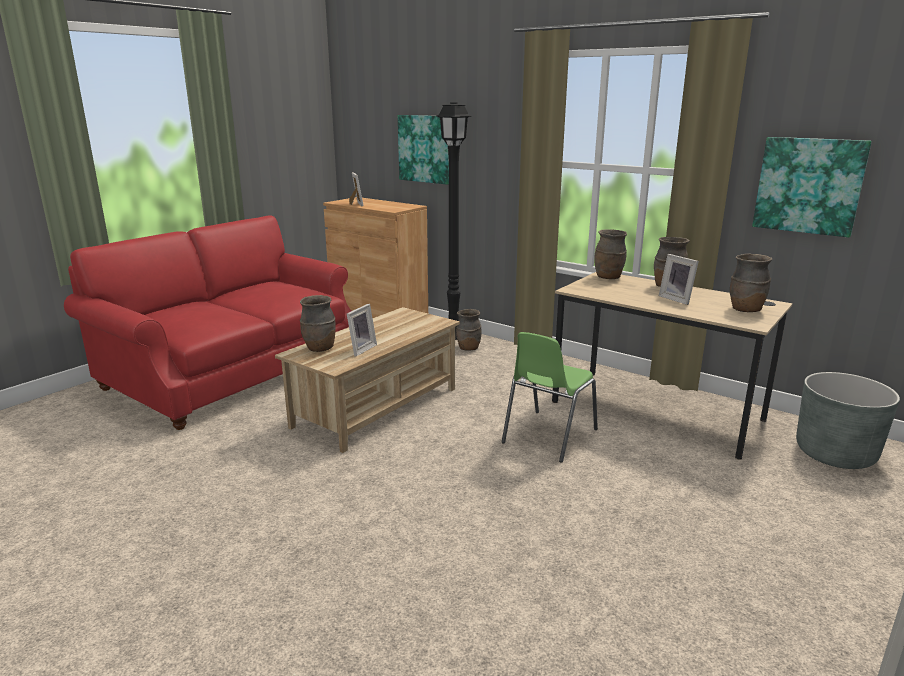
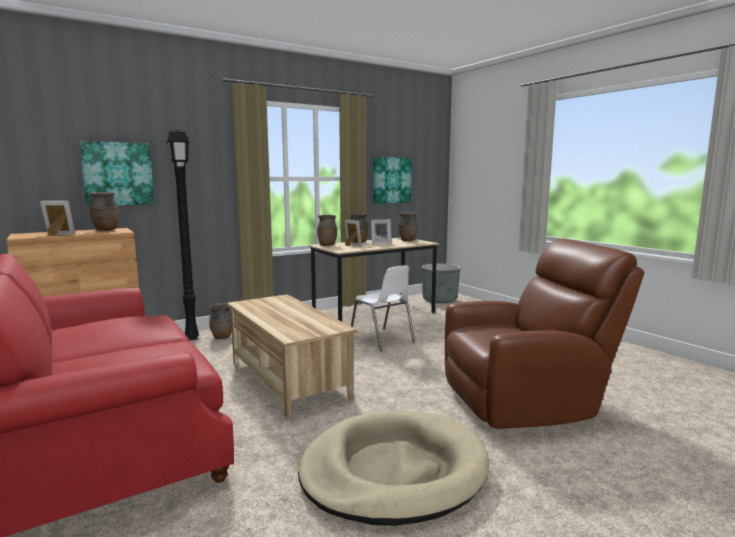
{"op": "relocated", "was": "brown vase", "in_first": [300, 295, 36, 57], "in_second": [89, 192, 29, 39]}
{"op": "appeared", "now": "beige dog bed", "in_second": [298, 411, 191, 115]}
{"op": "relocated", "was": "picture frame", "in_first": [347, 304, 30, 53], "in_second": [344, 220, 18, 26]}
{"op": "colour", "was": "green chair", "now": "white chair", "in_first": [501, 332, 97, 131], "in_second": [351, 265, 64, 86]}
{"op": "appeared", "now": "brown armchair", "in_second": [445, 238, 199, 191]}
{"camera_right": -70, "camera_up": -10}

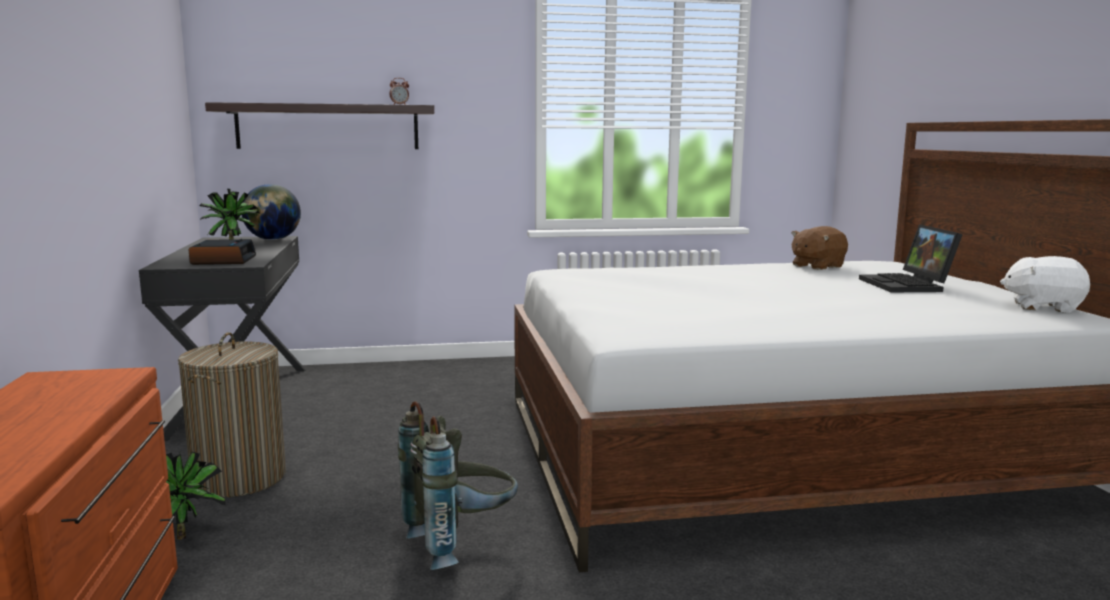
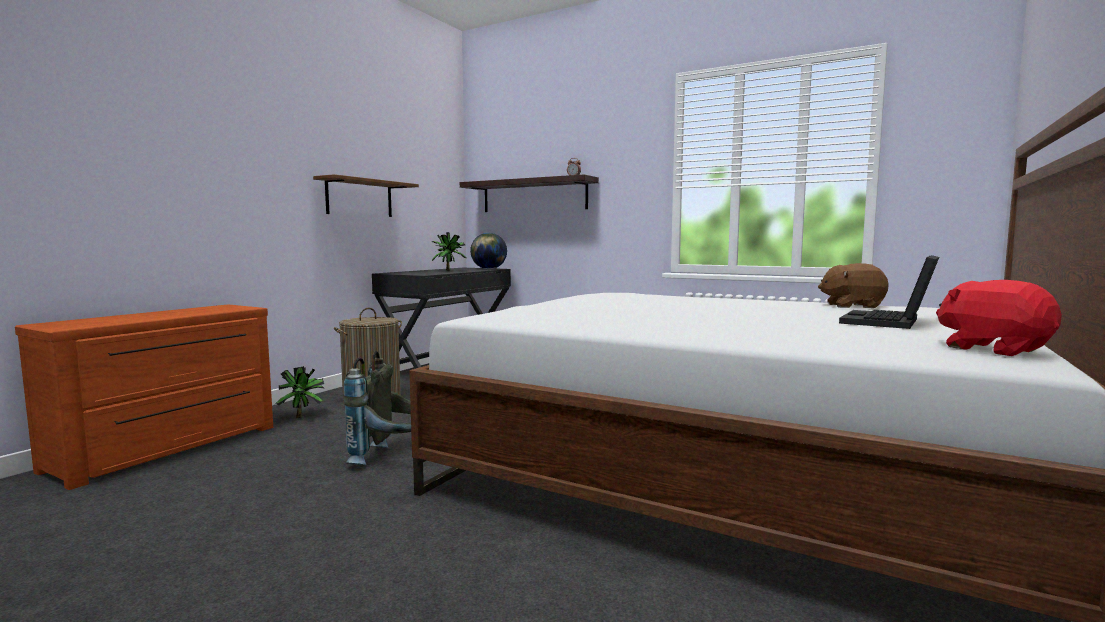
{"op": "appeared", "now": "brown shelf", "in_second": [313, 174, 106, 43]}
{"op": "colour", "was": "white plush toy", "now": "red plush toy", "in_first": [1000, 256, 90, 57], "in_second": [936, 280, 126, 76]}
{"op": "missing", "was": "alarm clock", "in_first": [188, 239, 68, 26]}
{"camera_right": 40, "camera_up": -5}

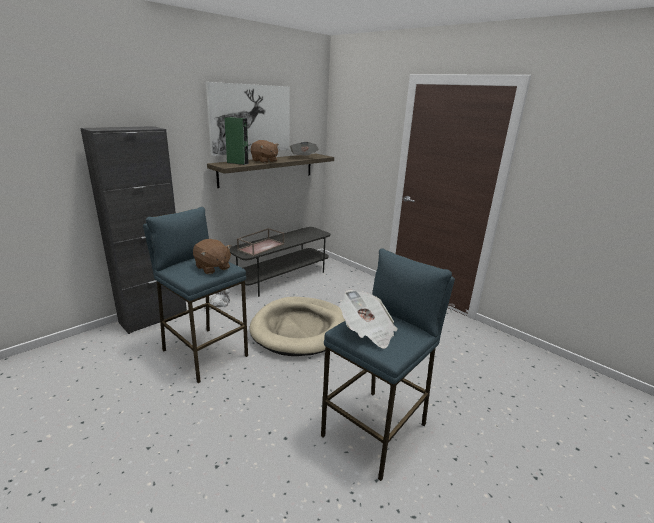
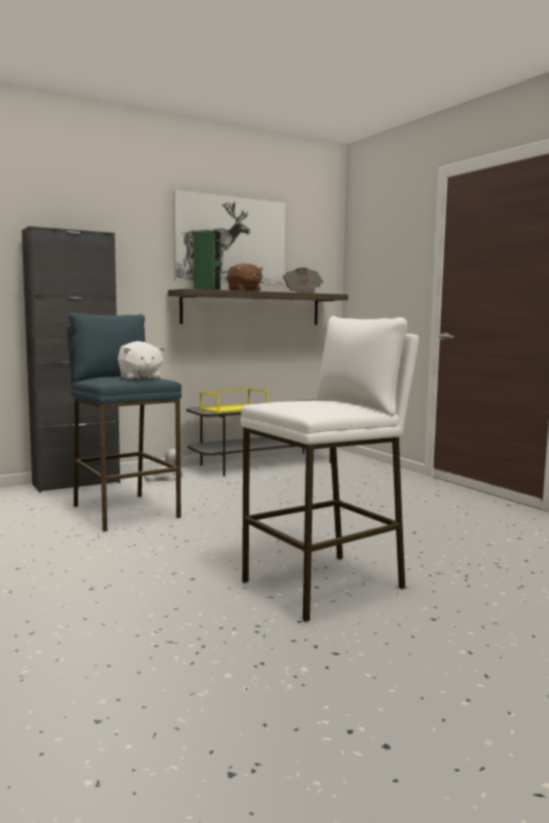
{"op": "colour", "was": "brown plush toy", "now": "white plush toy", "in_first": [193, 239, 39, 35], "in_second": [118, 341, 47, 39]}
{"op": "colour", "was": "brown tray", "now": "yellow tray", "in_first": [237, 228, 47, 28], "in_second": [200, 388, 68, 25]}
{"op": "colour", "was": "blue stool", "now": "white stool", "in_first": [321, 248, 134, 233], "in_second": [240, 316, 179, 306]}
{"op": "missing", "was": "beige dog bed", "in_first": [250, 297, 95, 59]}
{"op": "missing", "was": "newspaper", "in_first": [339, 290, 59, 59]}
{"camera_right": 15, "camera_up": -15}

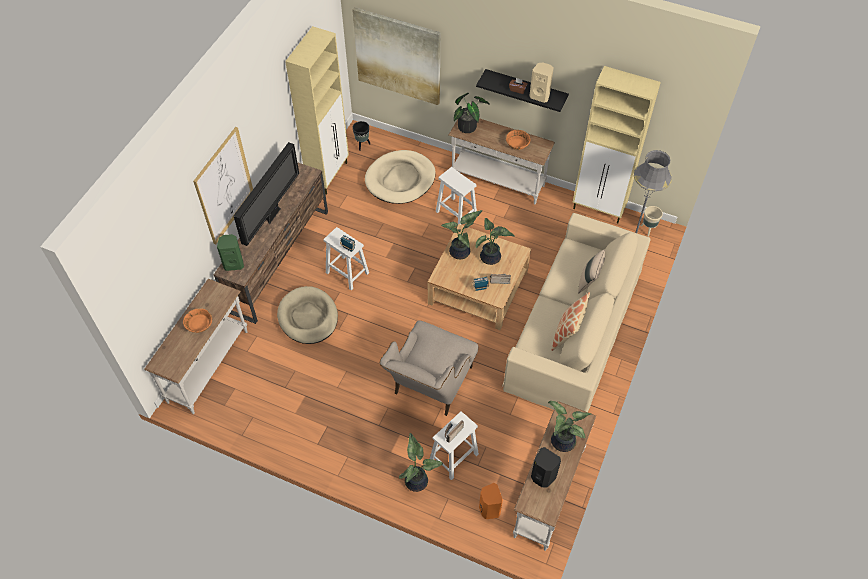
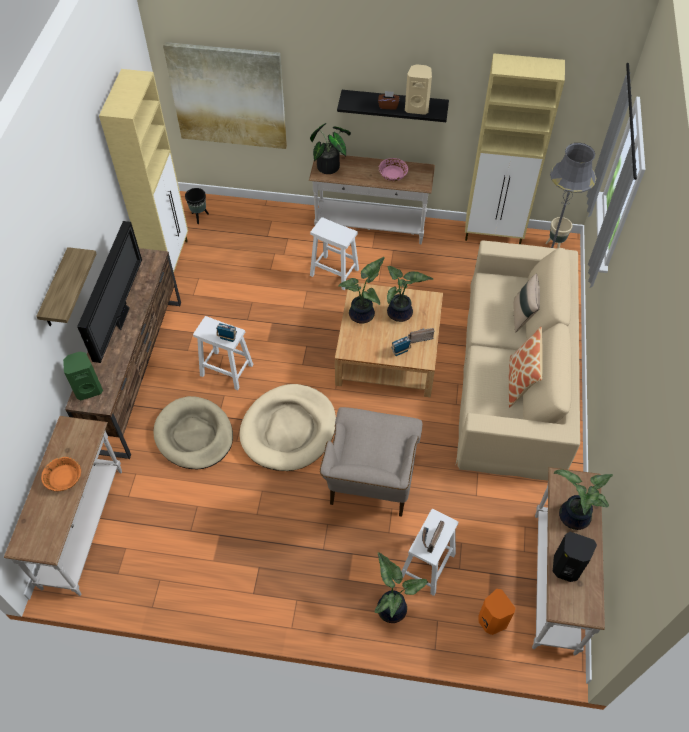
{"op": "exchanged", "was": "picture", "now": "shelf", "in_first": [193, 127, 60, 117], "in_second": [36, 247, 60, 79]}
{"op": "relocated", "was": "beige dog bed", "in_first": [365, 150, 71, 54], "in_second": [240, 384, 96, 87]}
{"op": "colour", "was": "orange bowl", "now": "pink bowl", "in_first": [506, 130, 24, 20], "in_second": [378, 158, 30, 23]}
{"camera_right": -15, "camera_up": 0}

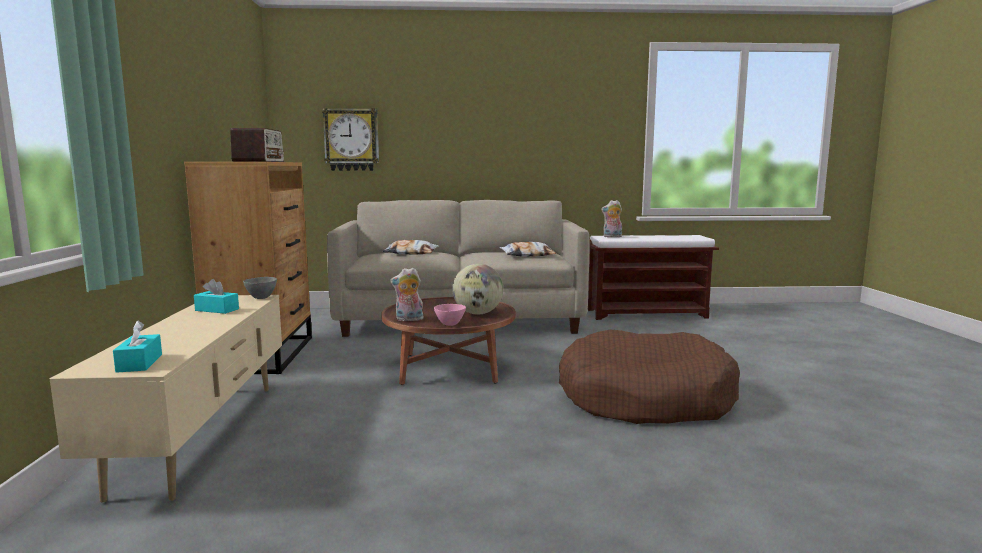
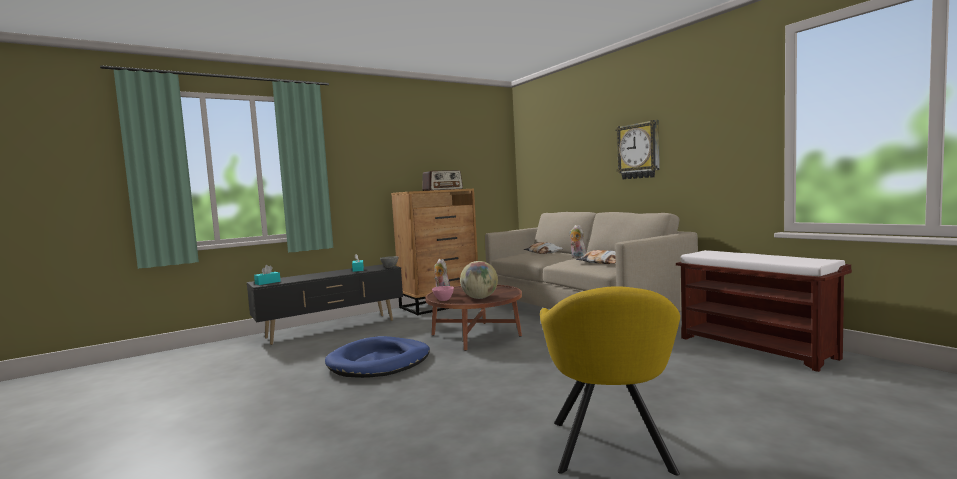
{"op": "colour", "was": "beige tv stand", "now": "black tv stand", "in_first": [50, 295, 232, 208], "in_second": [247, 264, 156, 81]}
{"op": "appeared", "now": "blue dog bed", "in_second": [325, 336, 105, 42]}
{"op": "appeared", "now": "yellow armchair", "in_second": [540, 286, 140, 190]}
{"op": "relocated", "was": "plush toy", "in_first": [601, 200, 21, 37], "in_second": [570, 225, 16, 34]}
{"op": "relocated", "was": "wall clock", "in_first": [322, 108, 57, 63], "in_second": [616, 120, 44, 59]}
{"op": "missing", "was": "brown dog bed", "in_first": [559, 330, 181, 94]}
{"camera_right": 60, "camera_up": -5}

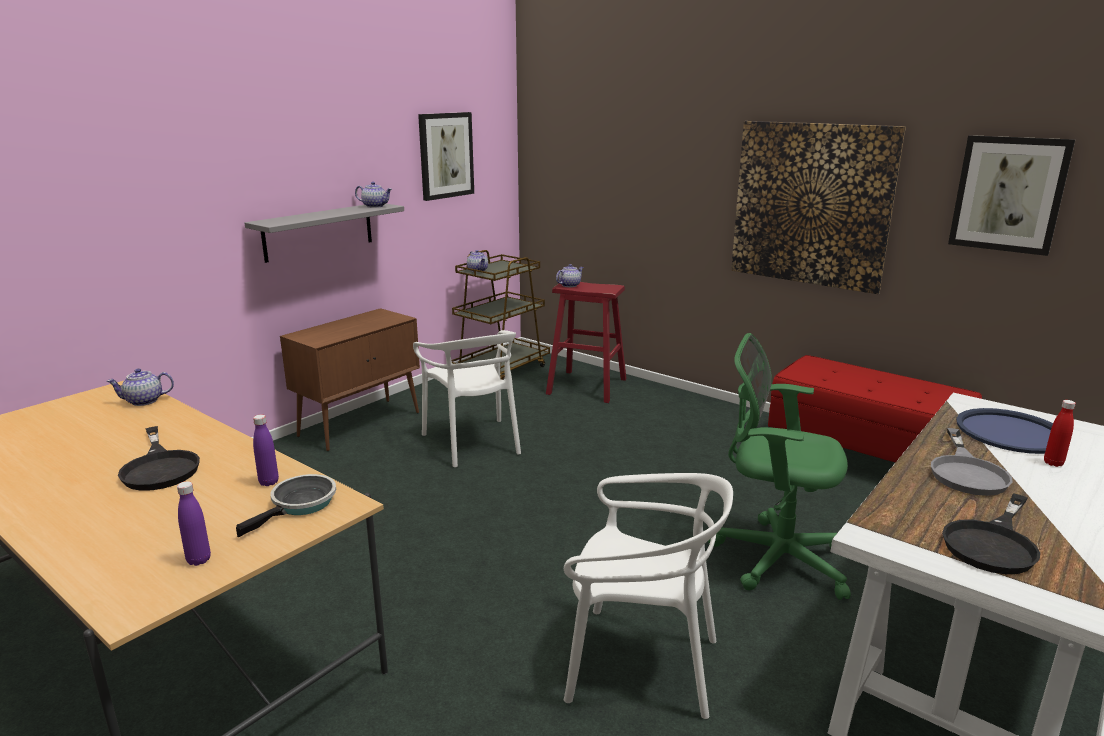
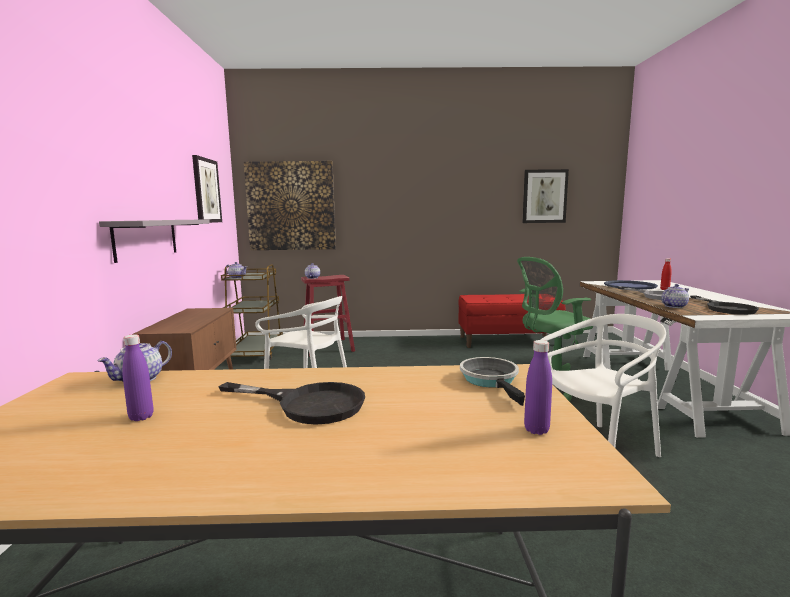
{"op": "relocated", "was": "purple bottle", "in_first": [253, 415, 26, 71], "in_second": [122, 334, 32, 87]}
{"op": "relocated", "was": "picture", "in_first": [731, 121, 175, 173], "in_second": [244, 161, 92, 89]}
{"op": "relocated", "was": "teapot", "in_first": [355, 182, 37, 26], "in_second": [661, 284, 28, 24]}
{"camera_right": -40, "camera_up": -10}

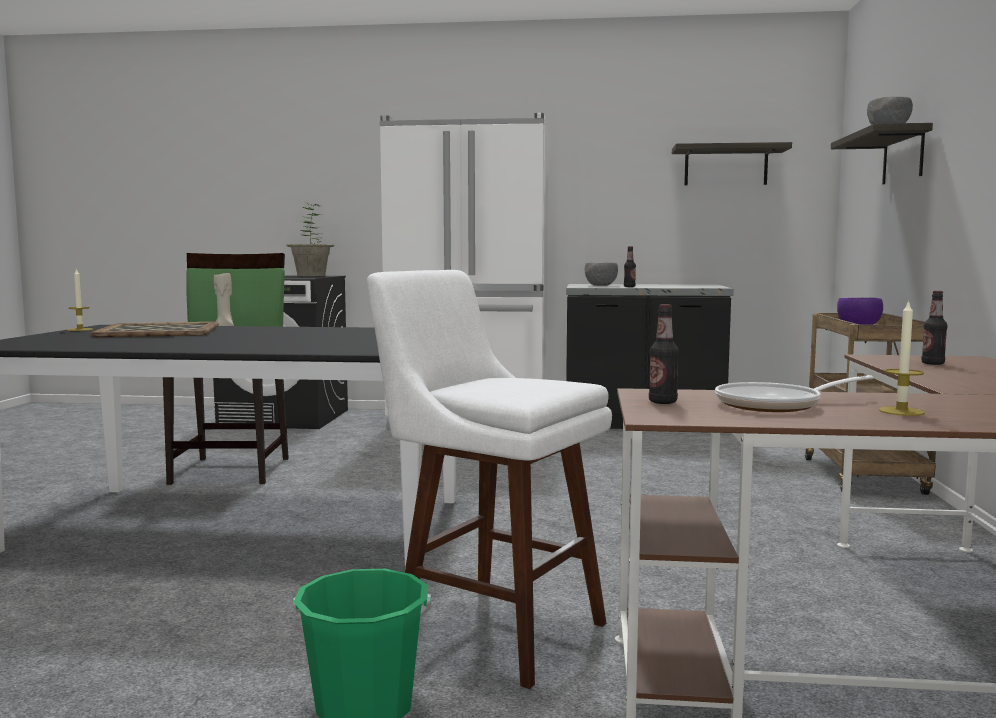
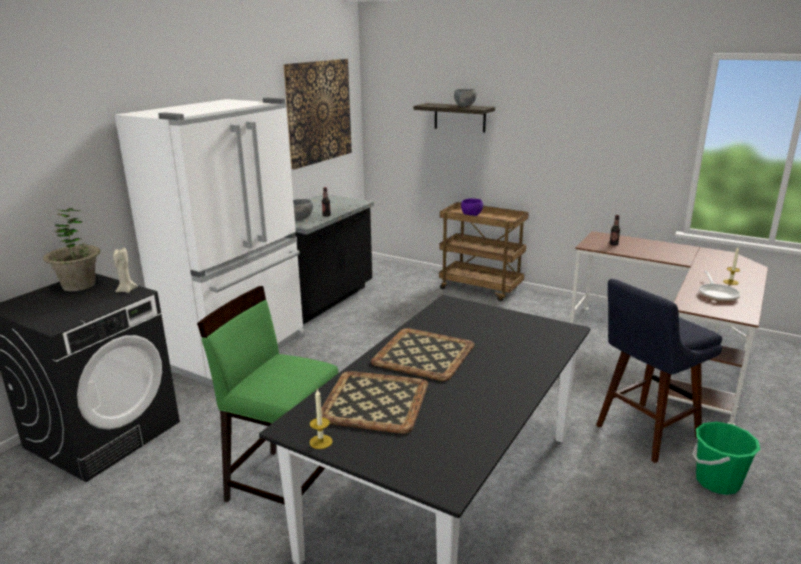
{"op": "relocated", "was": "beige candle", "in_first": [214, 273, 20, 53], "in_second": [113, 247, 25, 46]}
{"op": "exchanged", "was": "shelf", "now": "picture", "in_first": [672, 142, 120, 43], "in_second": [283, 59, 69, 111]}
{"op": "appeared", "now": "tray", "in_second": [371, 328, 104, 53]}
{"op": "colour", "was": "white stool", "now": "blue stool", "in_first": [367, 270, 245, 419], "in_second": [596, 279, 126, 184]}
{"op": "missing", "was": "bottle", "in_first": [649, 304, 30, 100]}
{"camera_right": -65, "camera_up": 15}

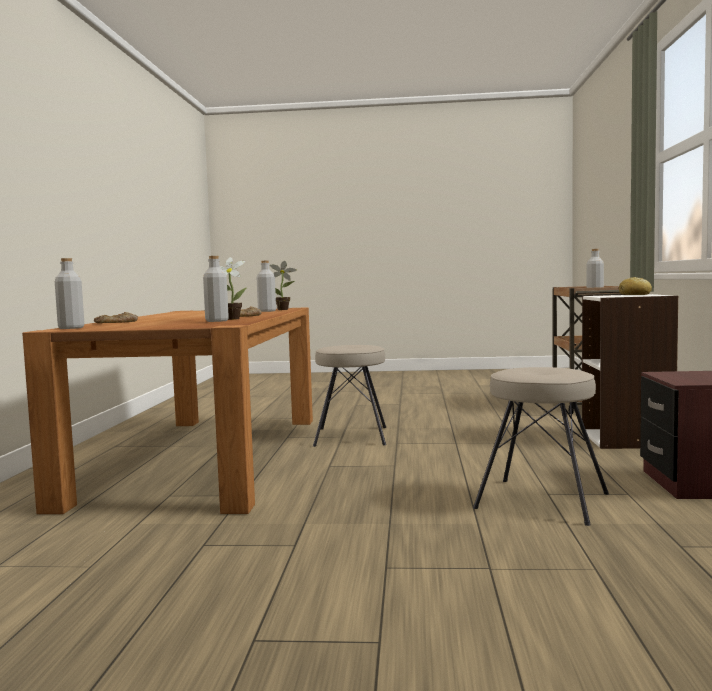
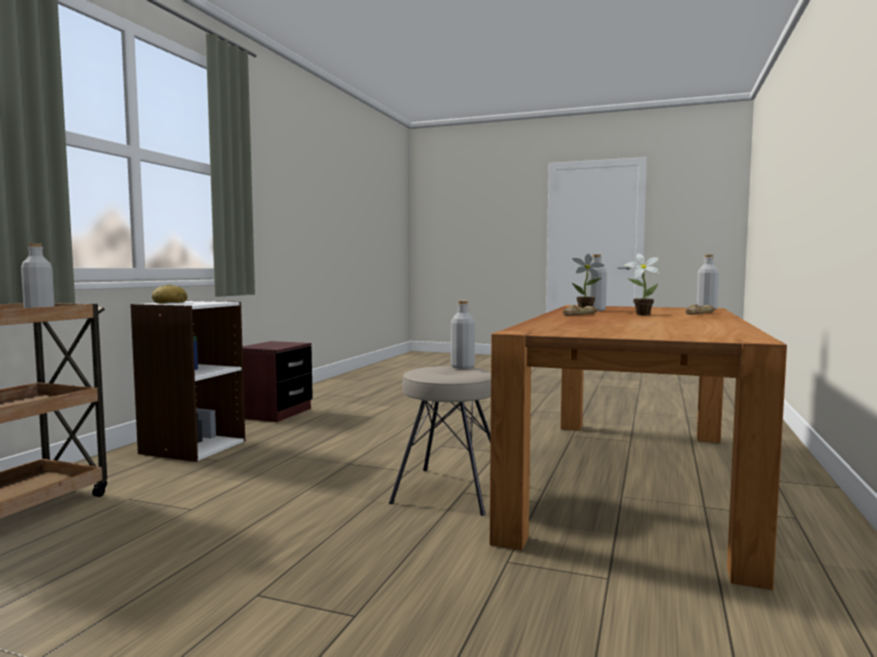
{"op": "relocated", "was": "grey bottle", "in_first": [257, 261, 19, 51], "in_second": [451, 301, 24, 68]}
{"op": "relocated", "was": "potted plant", "in_first": [270, 261, 27, 49], "in_second": [625, 253, 35, 62]}
{"op": "missing", "was": "beige stool", "in_first": [473, 367, 136, 159]}
{"camera_right": -165, "camera_up": 0}

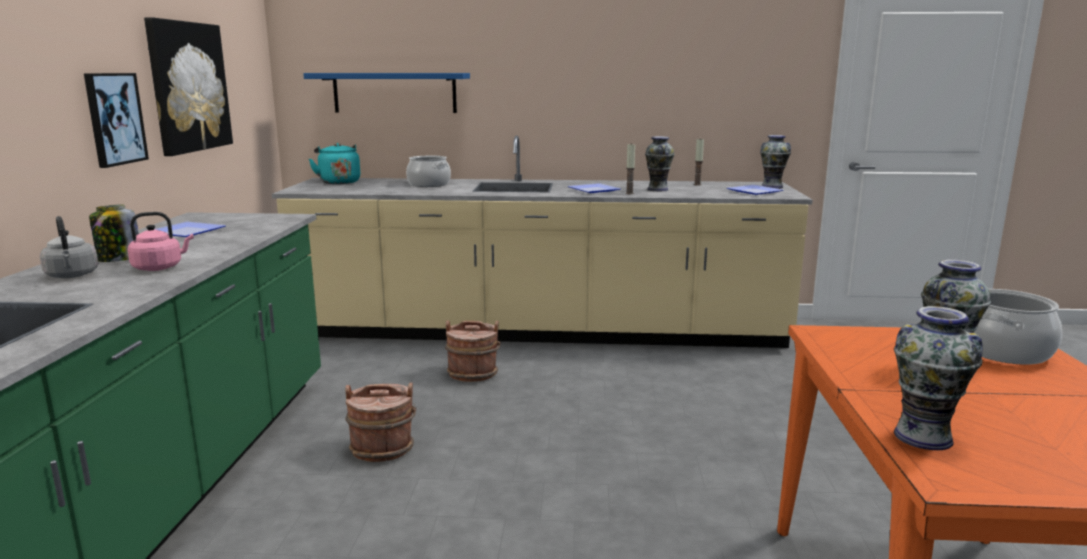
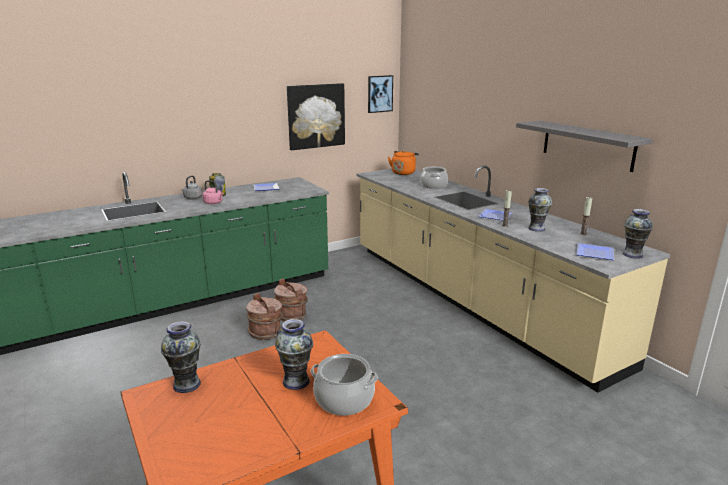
{"op": "relocated", "was": "brown bucket", "in_first": [445, 321, 56, 61], "in_second": [246, 293, 37, 47]}
{"op": "relocated", "was": "picture", "in_first": [84, 73, 65, 95], "in_second": [368, 75, 25, 38]}
{"op": "colour", "was": "turquoise kettle", "now": "orange kettle", "in_first": [309, 143, 51, 41], "in_second": [388, 150, 31, 25]}
{"op": "appeared", "now": "grey shelf", "in_second": [516, 121, 136, 51]}
{"op": "missing", "was": "blue shelf", "in_first": [303, 73, 167, 40]}
{"camera_right": 55, "camera_up": 5}

